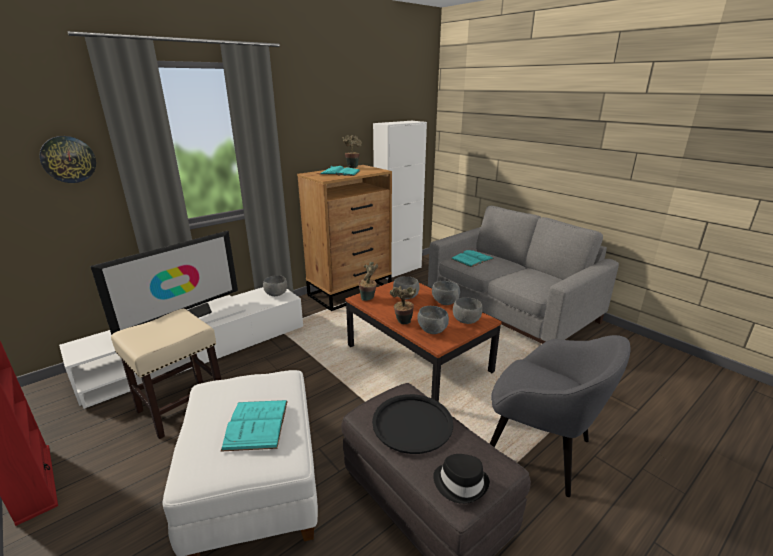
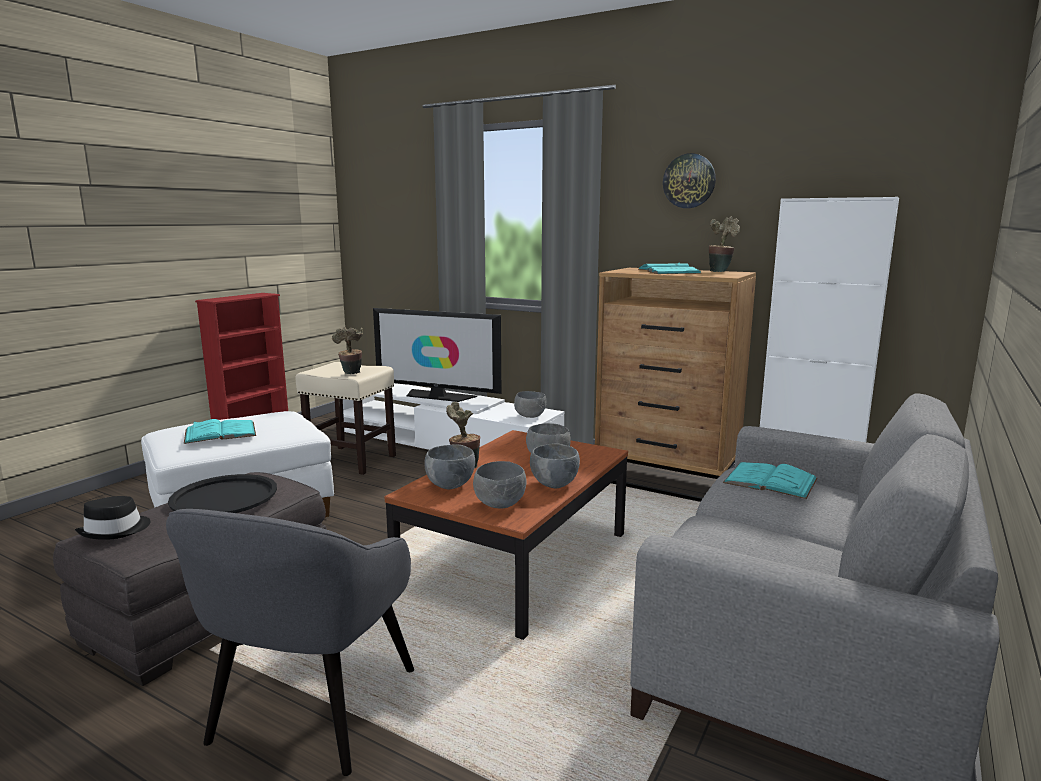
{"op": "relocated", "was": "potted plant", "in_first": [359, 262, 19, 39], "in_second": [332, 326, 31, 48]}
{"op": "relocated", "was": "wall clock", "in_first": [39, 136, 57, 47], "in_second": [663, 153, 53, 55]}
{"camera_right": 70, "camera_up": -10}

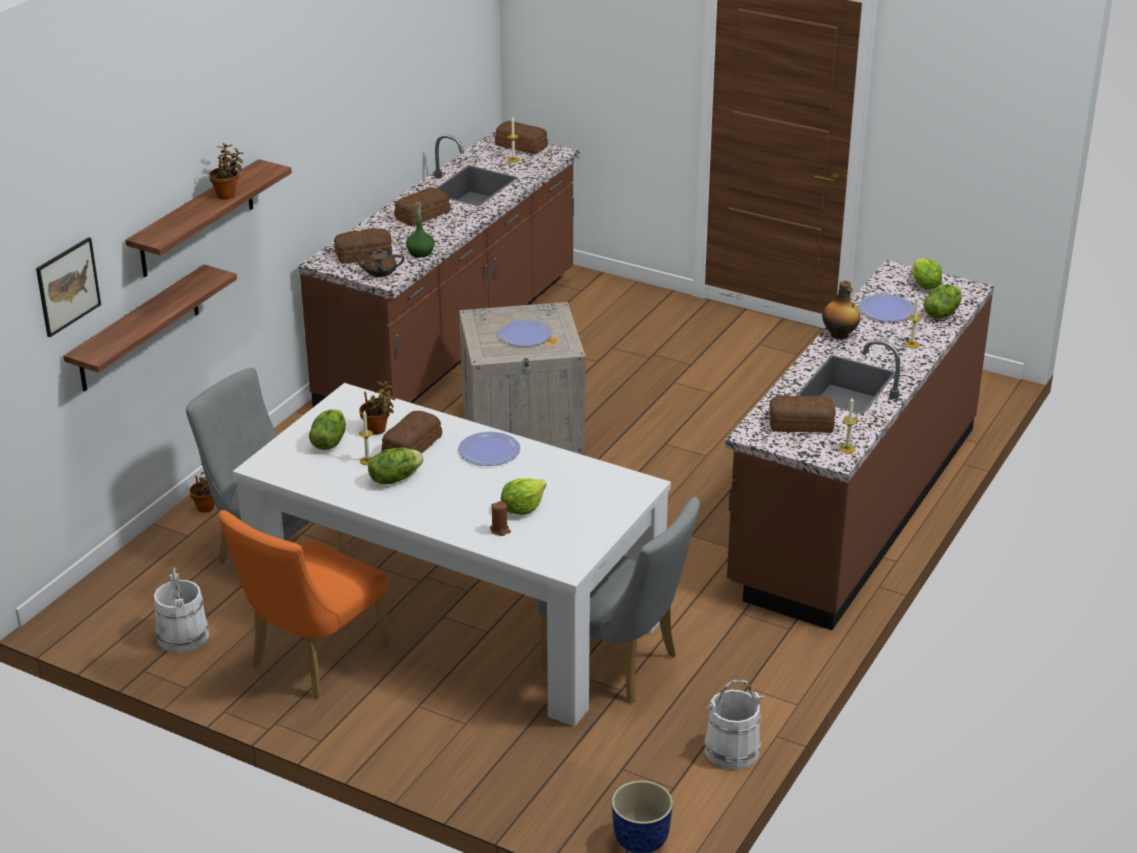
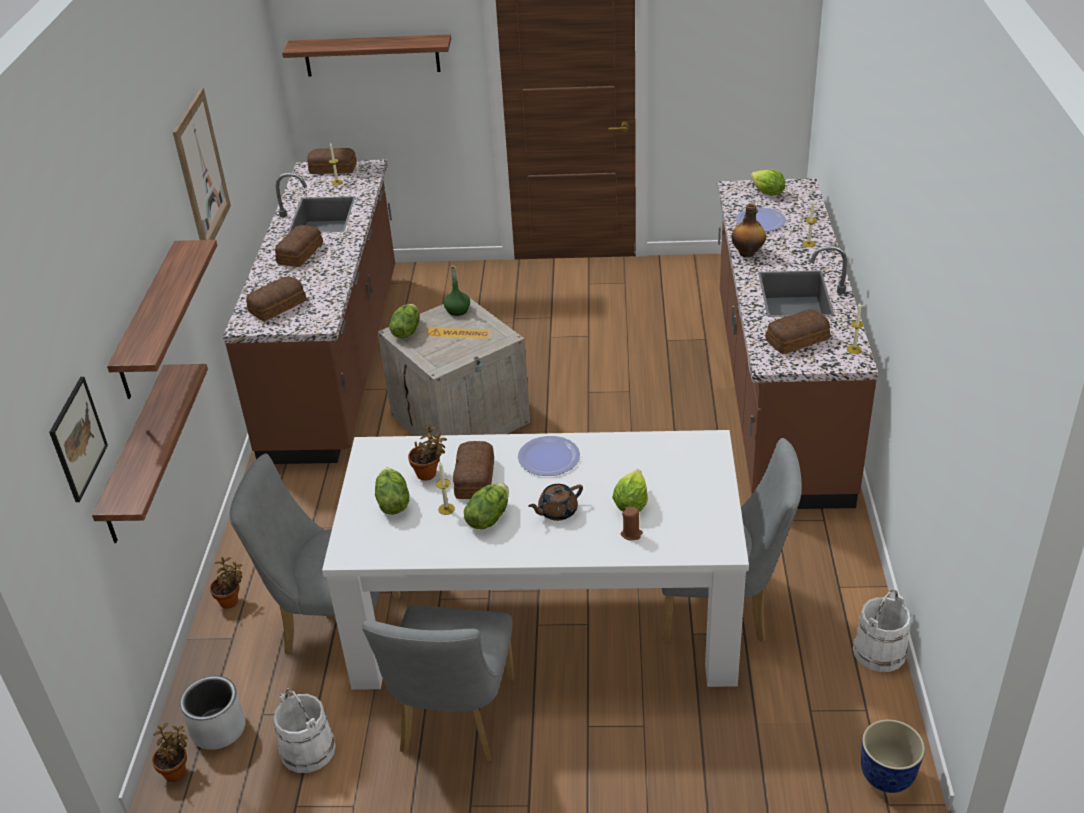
{"op": "relocated", "was": "potted plant", "in_first": [209, 143, 35, 56], "in_second": [152, 723, 35, 59]}
{"op": "appeared", "now": "picture", "in_second": [173, 88, 58, 152]}
{"op": "appeared", "now": "grey planter", "in_second": [180, 676, 66, 74]}
{"op": "appeared", "now": "shelf", "in_second": [282, 35, 169, 42]}
{"op": "colour", "was": "orange chair", "now": "grey chair", "in_first": [218, 510, 172, 188], "in_second": [362, 605, 152, 156]}
{"op": "relocated", "was": "lettuce", "in_first": [924, 284, 38, 35], "in_second": [389, 304, 30, 34]}
{"op": "relocated", "was": "green bottle", "in_first": [406, 202, 29, 55], "in_second": [443, 265, 27, 51]}
{"op": "relocated", "was": "brown teapot", "in_first": [351, 248, 53, 29], "in_second": [528, 484, 55, 37]}
{"op": "missing", "was": "plate", "in_first": [498, 319, 54, 28]}
{"camera_right": -25, "camera_up": 5}

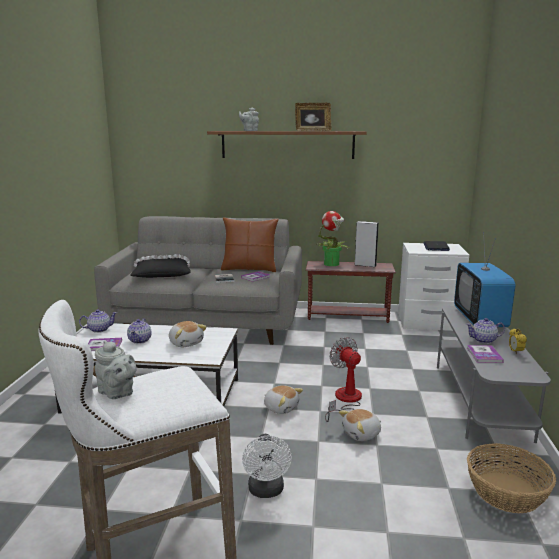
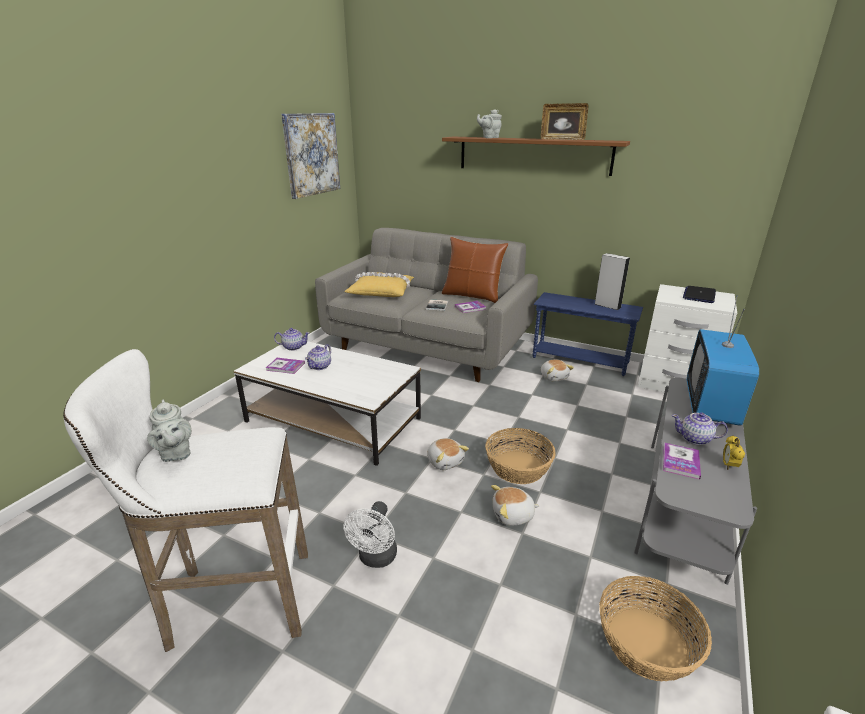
{"op": "appeared", "now": "picture", "in_second": [281, 113, 59, 86]}
{"op": "colour", "was": "black pillow", "now": "yellow pillow", "in_first": [130, 254, 61, 24], "in_second": [345, 272, 69, 25]}
{"op": "exchanged", "was": "fan", "now": "basket", "in_first": [325, 337, 37, 85], "in_second": [485, 428, 71, 56]}
{"op": "colour", "was": "brown side table", "now": "blue side table", "in_first": [306, 261, 90, 62], "in_second": [532, 292, 111, 84]}
{"op": "relocated", "was": "plush toy", "in_first": [169, 321, 38, 26], "in_second": [541, 359, 33, 22]}
{"op": "missing", "was": "potted plant", "in_first": [316, 211, 32, 55]}
{"camera_right": 20, "camera_up": 10}

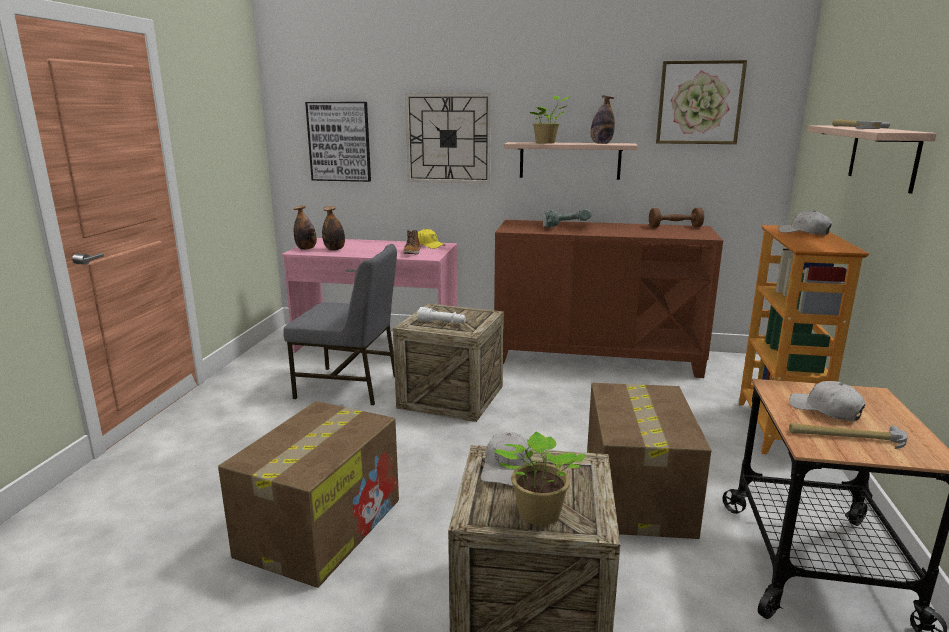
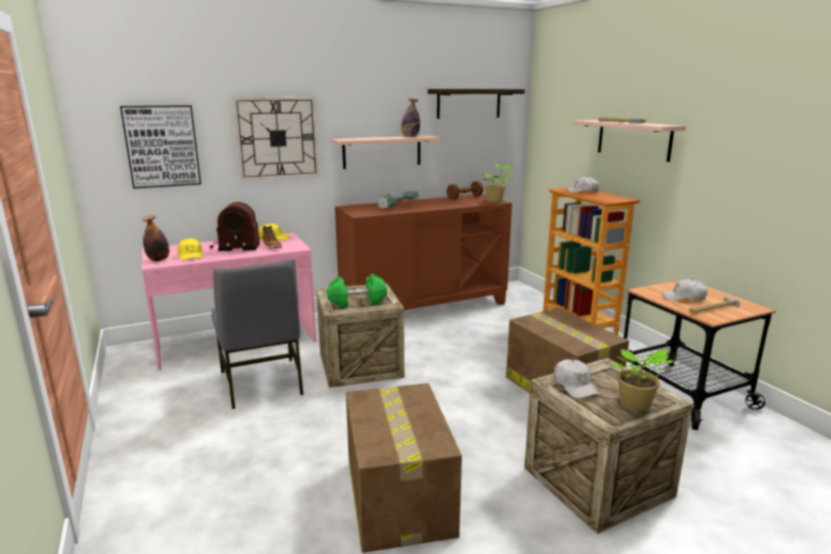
{"op": "exchanged", "was": "bottle", "now": "yellow cap", "in_first": [322, 206, 23, 45], "in_second": [177, 238, 26, 23]}
{"op": "appeared", "now": "radio", "in_second": [210, 202, 50, 49]}
{"op": "spun", "was": "grey chair", "in_first": [283, 244, 114, 161], "in_second": [212, 259, 91, 150], "clockwise": 90}
{"op": "exchanged", "was": "white flashlight", "now": "green dumbbell", "in_first": [417, 307, 49, 17], "in_second": [327, 274, 60, 34]}
{"op": "exchanged", "was": "picture", "now": "shelf", "in_first": [656, 60, 91, 84], "in_second": [428, 89, 97, 30]}
{"op": "relocated", "was": "potted plant", "in_first": [530, 96, 40, 48], "in_second": [483, 164, 29, 39]}
{"camera_right": -35, "camera_up": 0}

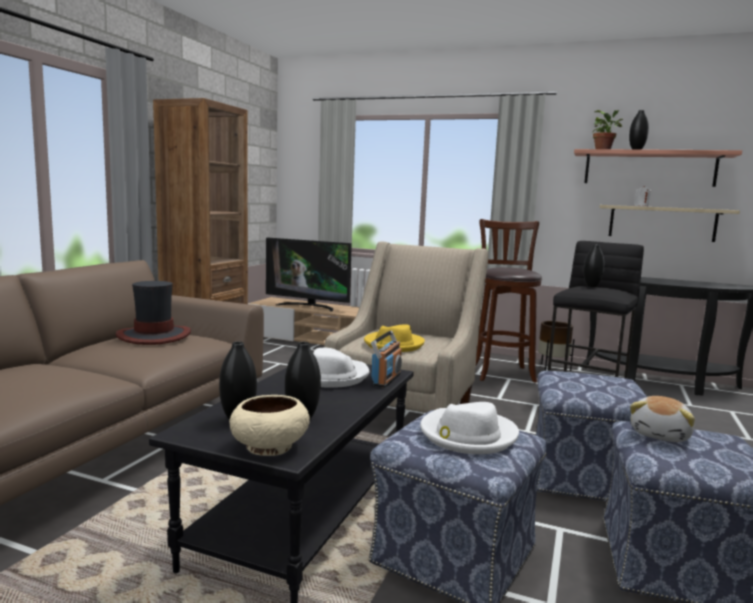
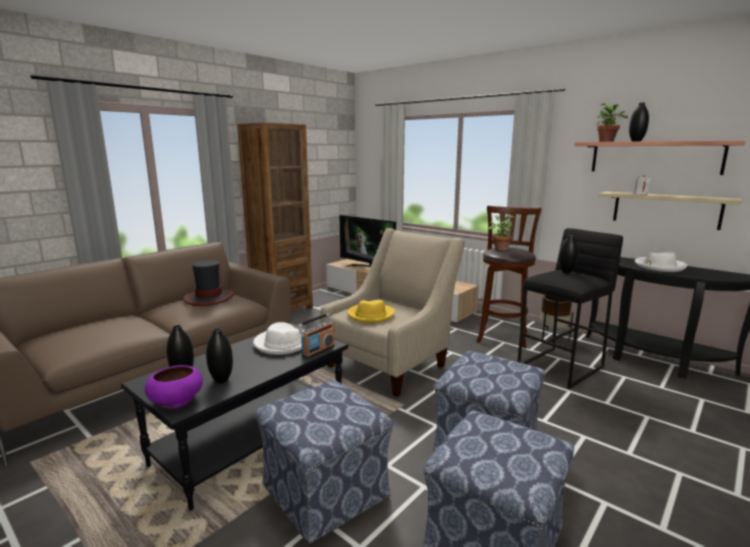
{"op": "colour", "was": "beige bowl", "now": "purple bowl", "in_first": [229, 395, 81, 61], "in_second": [145, 365, 58, 44]}
{"op": "appeared", "now": "potted plant", "in_second": [488, 215, 27, 36]}
{"op": "relocated", "was": "white hat", "in_first": [420, 402, 99, 52], "in_second": [635, 252, 52, 20]}
{"op": "missing", "was": "plush toy", "in_first": [630, 396, 65, 46]}
{"camera_right": 20, "camera_up": 5}

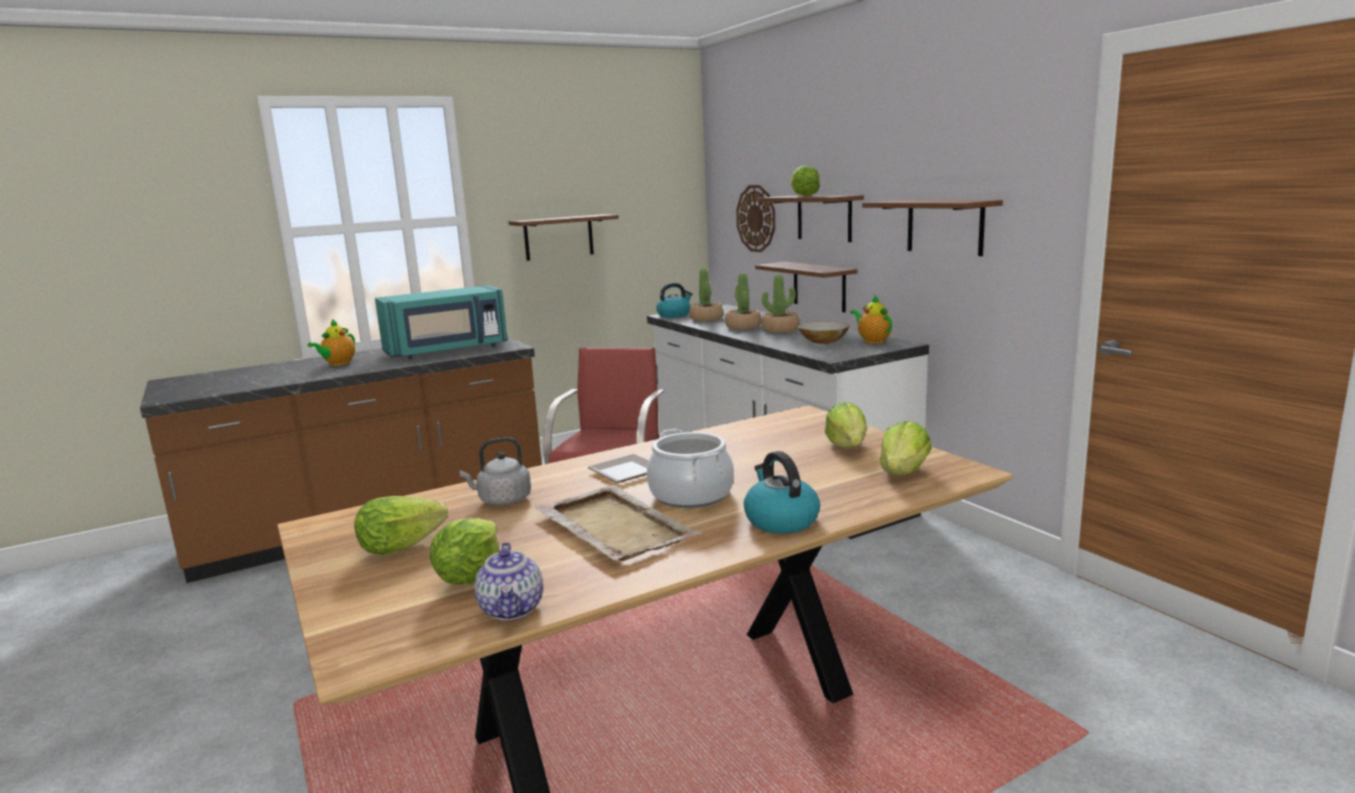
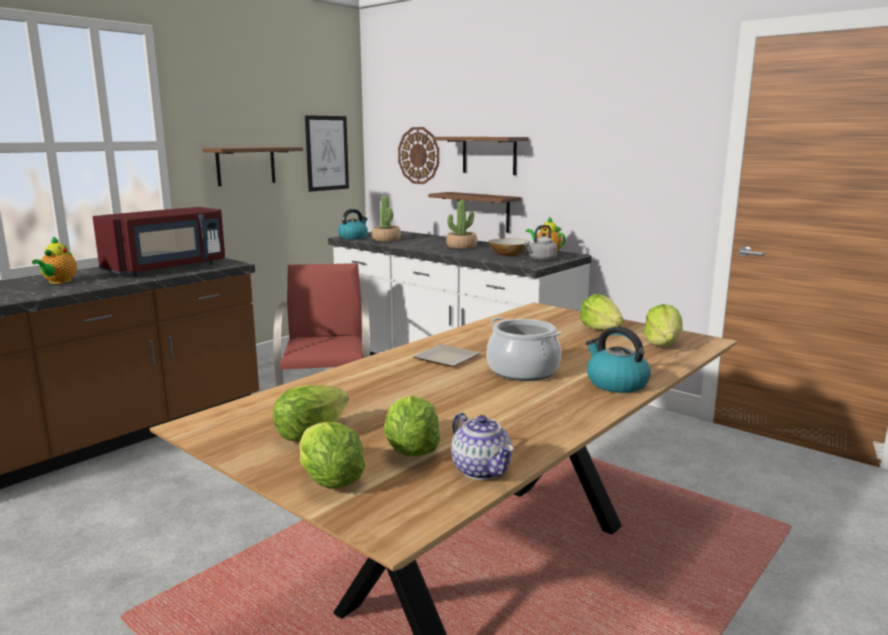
{"op": "colour", "was": "turquoise microwave", "now": "red microwave", "in_first": [375, 285, 133, 74], "in_second": [92, 207, 133, 69]}
{"op": "relocated", "was": "lettuce", "in_first": [791, 166, 29, 30], "in_second": [299, 422, 66, 67]}
{"op": "appeared", "now": "picture", "in_second": [305, 115, 44, 77]}
{"op": "relocated", "was": "grey kettle", "in_first": [459, 437, 72, 69], "in_second": [525, 225, 32, 36]}
{"op": "missing", "was": "beige tray", "in_first": [534, 485, 168, 76]}
{"op": "missing", "was": "potted plant", "in_first": [725, 273, 36, 57]}
{"op": "missing", "was": "brown shelf", "in_first": [862, 200, 141, 56]}
{"camera_right": -20, "camera_up": 0}

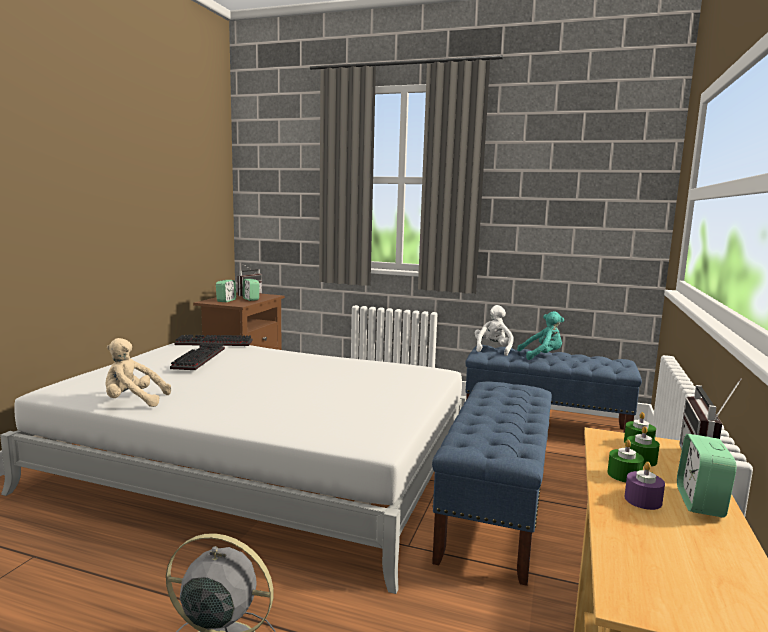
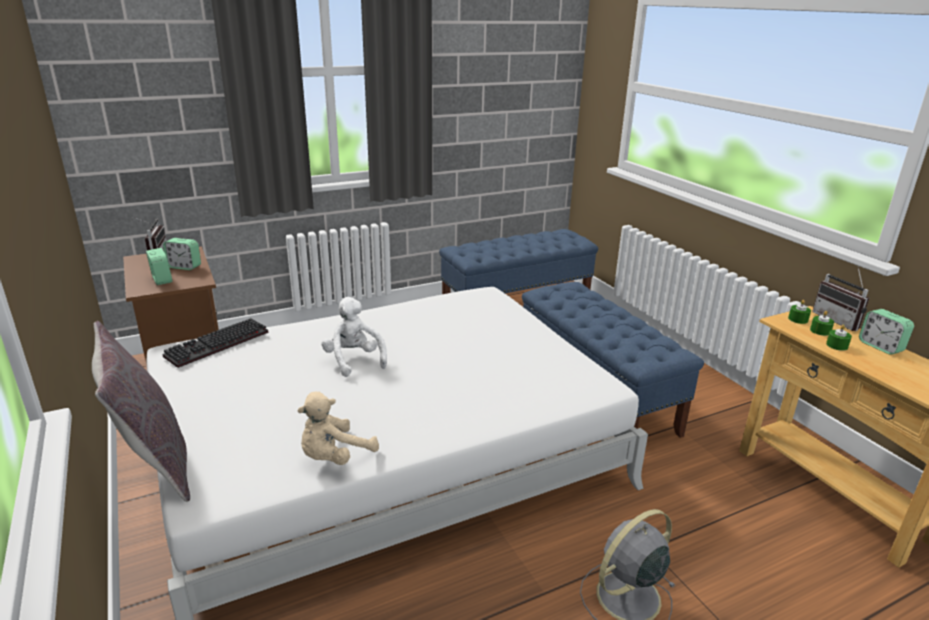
{"op": "appeared", "now": "grey pillow", "in_second": [92, 321, 98, 181]}
{"op": "relocated", "was": "white plush toy", "in_first": [475, 305, 39, 51], "in_second": [321, 297, 66, 80]}
{"op": "missing", "was": "keyboard", "in_first": [170, 343, 55, 27]}
{"op": "missing", "was": "turquoise plush toy", "in_first": [517, 311, 47, 49]}
{"op": "missing", "was": "purple candle", "in_first": [624, 462, 41, 48]}
{"camera_right": -45, "camera_up": 15}

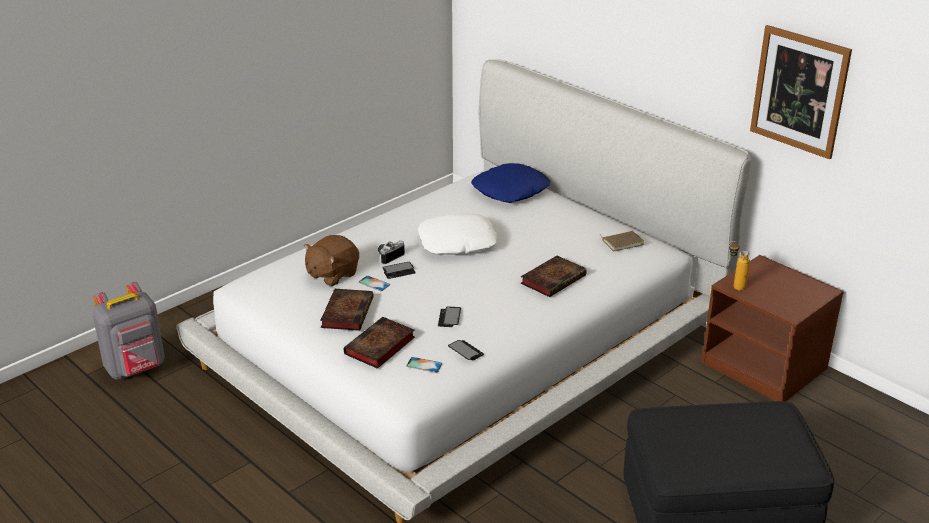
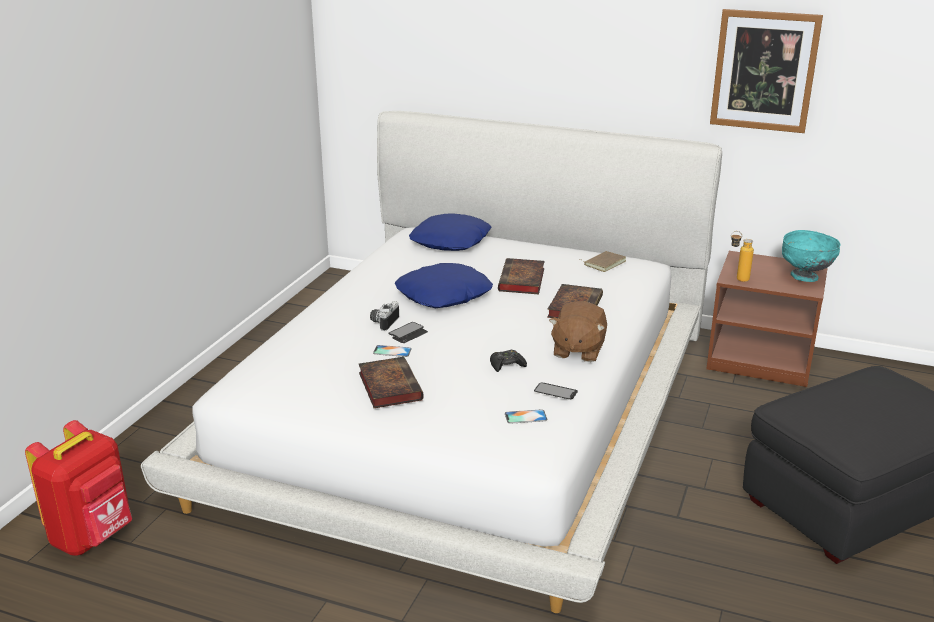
{"op": "colour", "was": "grey backpack", "now": "red backpack", "in_first": [93, 282, 71, 98], "in_second": [25, 420, 107, 136]}
{"op": "colour", "was": "white pillow", "now": "blue pillow", "in_first": [418, 213, 79, 42], "in_second": [395, 263, 98, 45]}
{"op": "exchanged", "was": "phone", "now": "black game controller", "in_first": [438, 307, 23, 20], "in_second": [490, 349, 37, 23]}
{"op": "relocated", "was": "book", "in_first": [344, 317, 71, 52], "in_second": [498, 258, 47, 36]}
{"op": "relocated", "was": "brown plush toy", "in_first": [304, 235, 55, 51], "in_second": [549, 301, 58, 61]}
{"op": "appeared", "now": "turquoise bowl", "in_second": [782, 230, 59, 52]}
{"camera_right": -25, "camera_up": -5}

